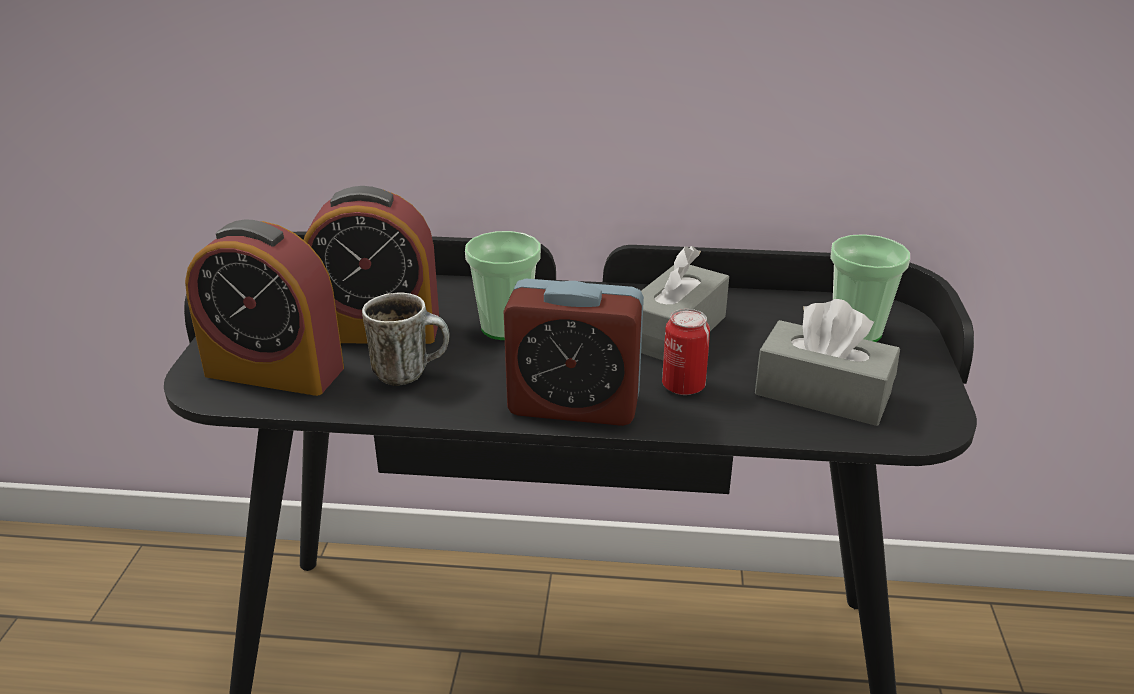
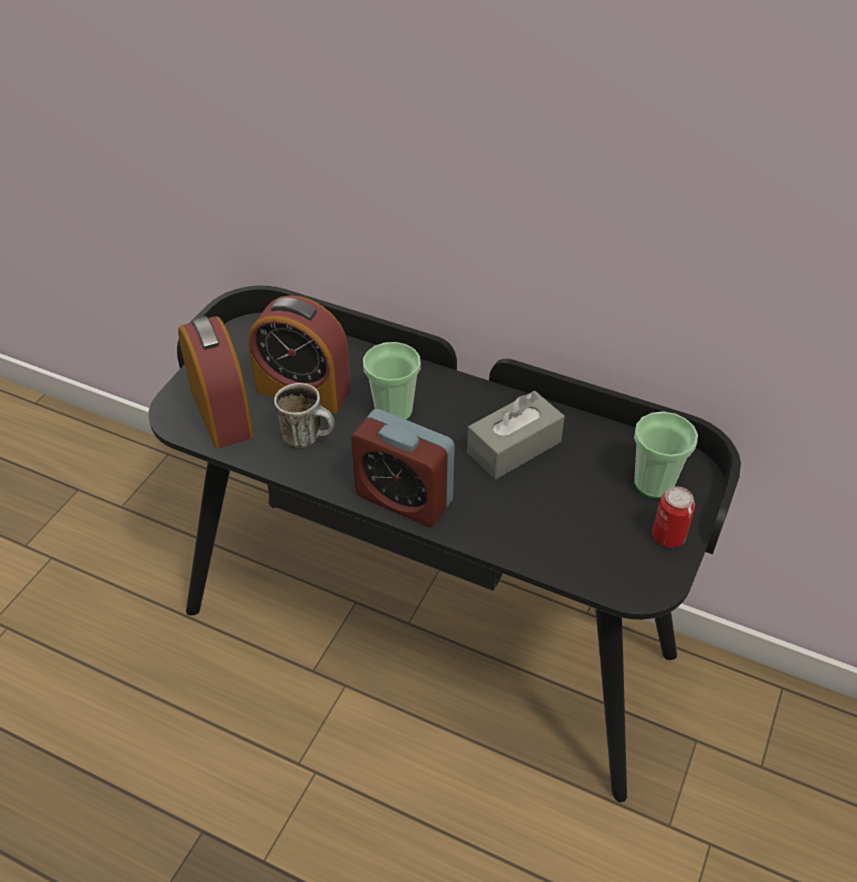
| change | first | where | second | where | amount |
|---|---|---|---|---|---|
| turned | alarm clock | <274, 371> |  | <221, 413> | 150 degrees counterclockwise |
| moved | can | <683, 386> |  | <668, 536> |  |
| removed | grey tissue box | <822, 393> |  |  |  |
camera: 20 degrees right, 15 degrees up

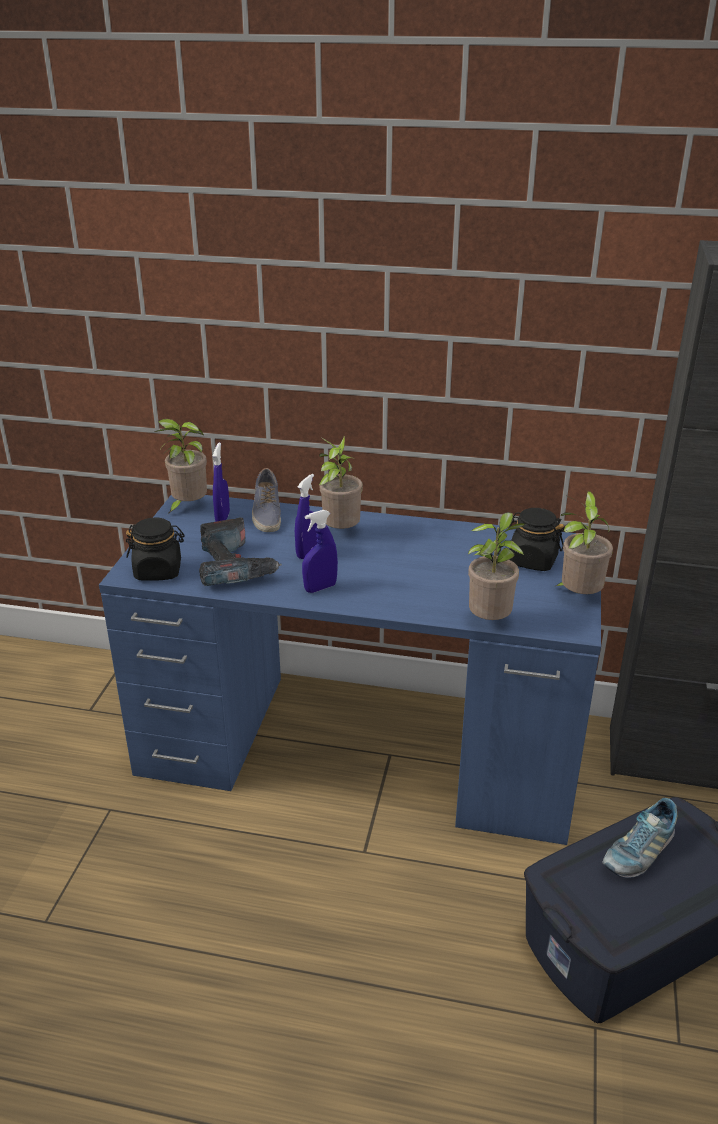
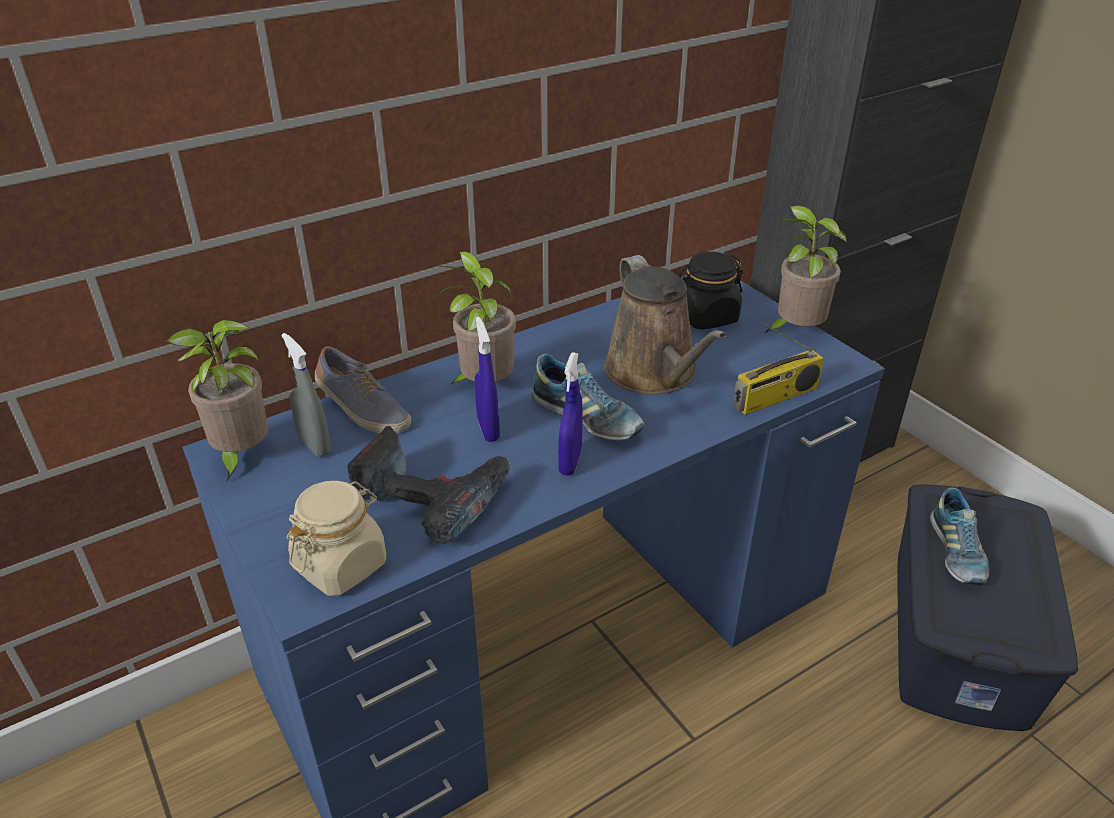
| change | first | where | second | where | amount |
|---|---|---|---|---|---|
| recoloured | blue spray bottle | <222, 518> | grey spray bottle | <314, 445> |  |
| recoloured | black jar | <158, 571> | beige jar | <341, 565> |  |
| added |  |  | shoe | <586, 418> |  |
| added |  |  | brown watering can | <654, 373> |  |
| replaced | potted plant | <490, 621> | radio | <775, 398> |  |
camera: 45 degrees left, 5 degrees up

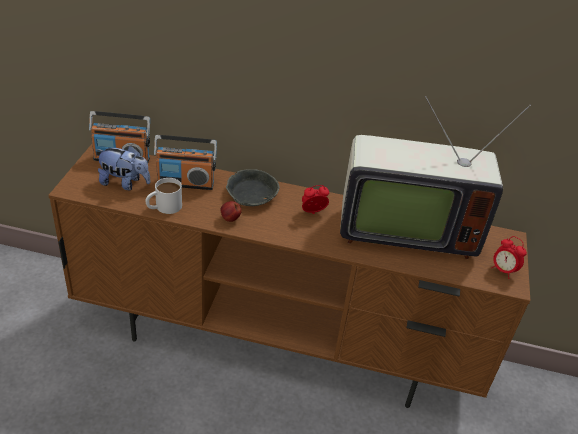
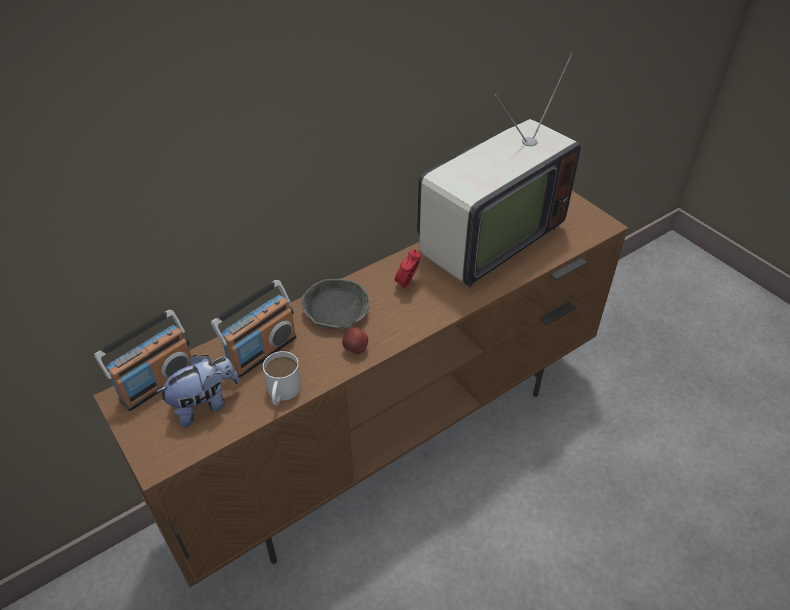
| change | first | where | second | where | amount |
|---|---|---|---|---|---|
| removed | alarm clock | <503, 270> |  |  |  |
camera: 45 degrees left, 5 degrees up

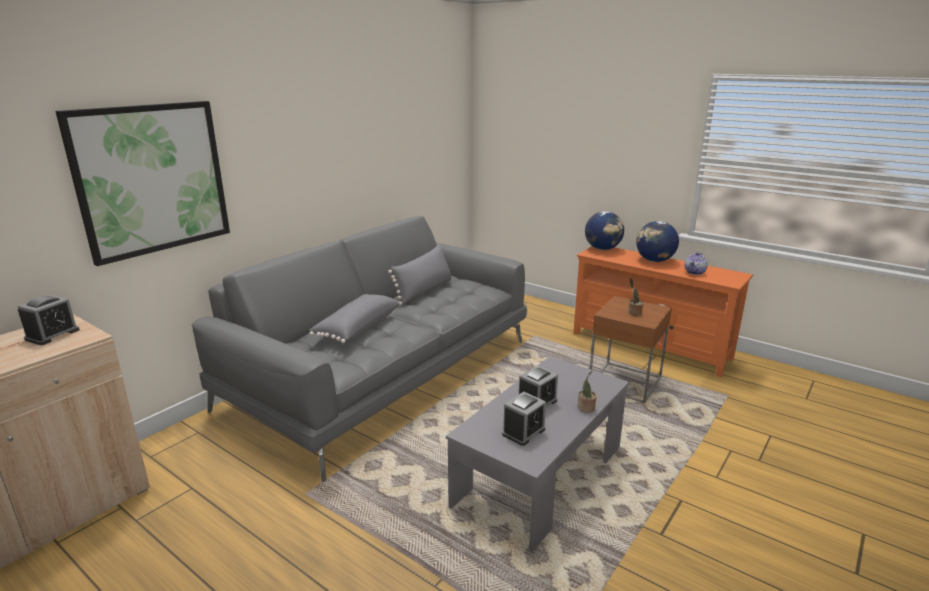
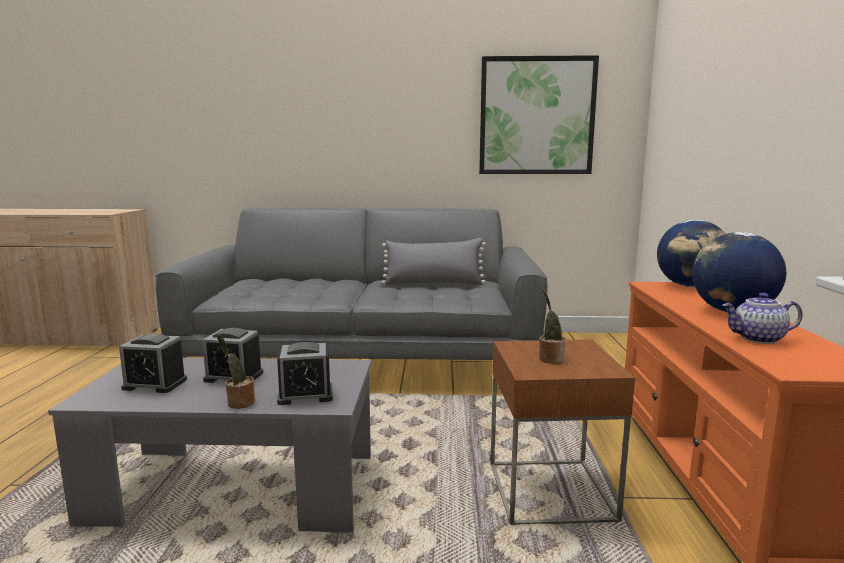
| change | first | where | second | where | amount |
|---|---|---|---|---|---|
| moved | alarm clock | <52, 334> |  | <305, 395> |  |
| moved | picture | <152, 179> |  | <536, 116> |  |
| removed | grey pillow | <356, 328> |  |  |  |
camera: 55 degrees right, 10 degrees down

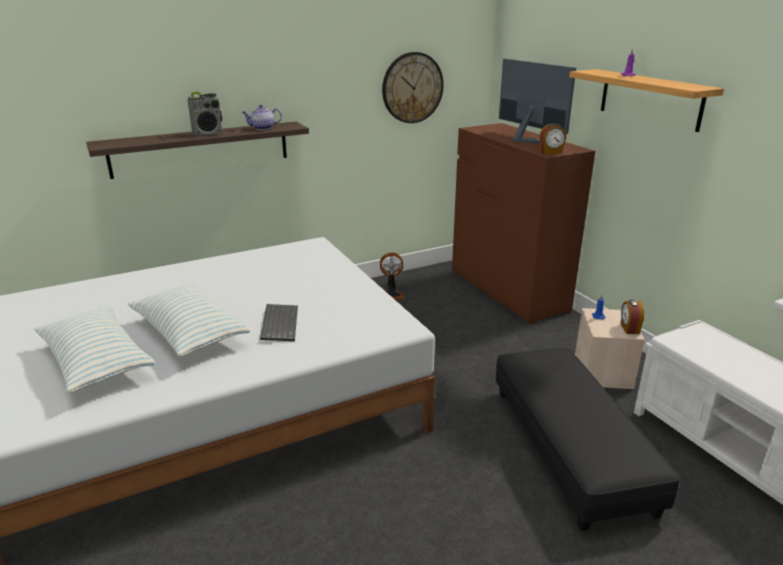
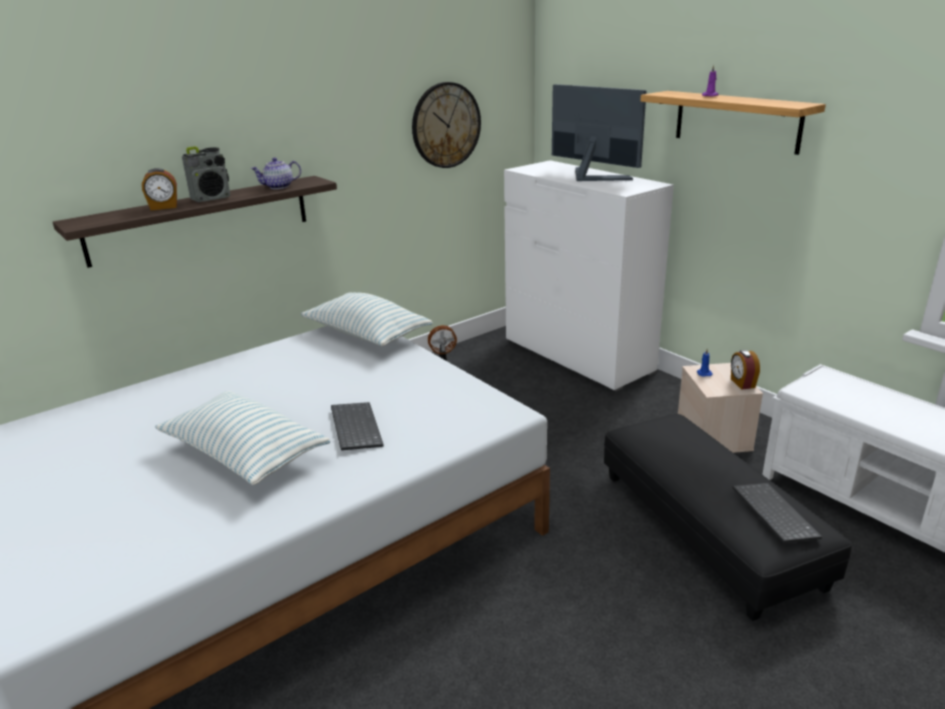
| change | first | where | second | where | amount |
|---|---|---|---|---|---|
| moved | alarm clock | <551, 152> |  | <164, 207> |  |
| moved | pillow | <96, 362> |  | <366, 334> |  |
| recoloured | brown dresser | <507, 290> | white dresser | <577, 356> |  |
| added |  |  | keyboard | <772, 513> |  |
camera: 10 degrees left, 0 degrees up

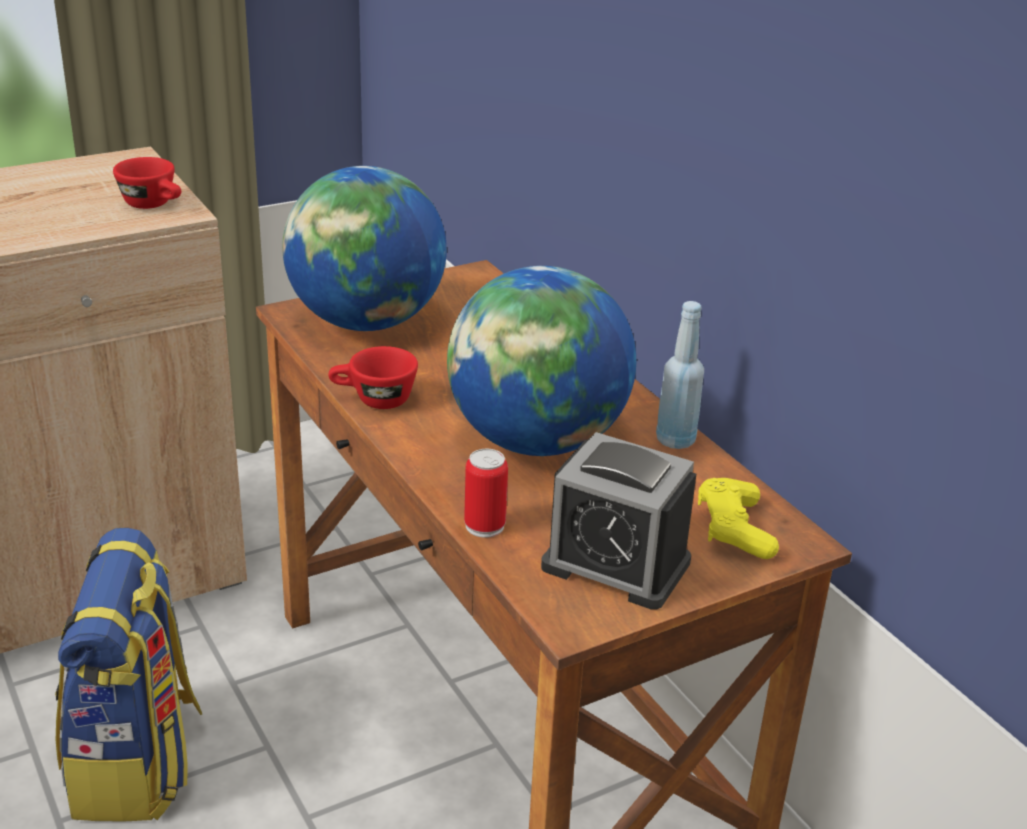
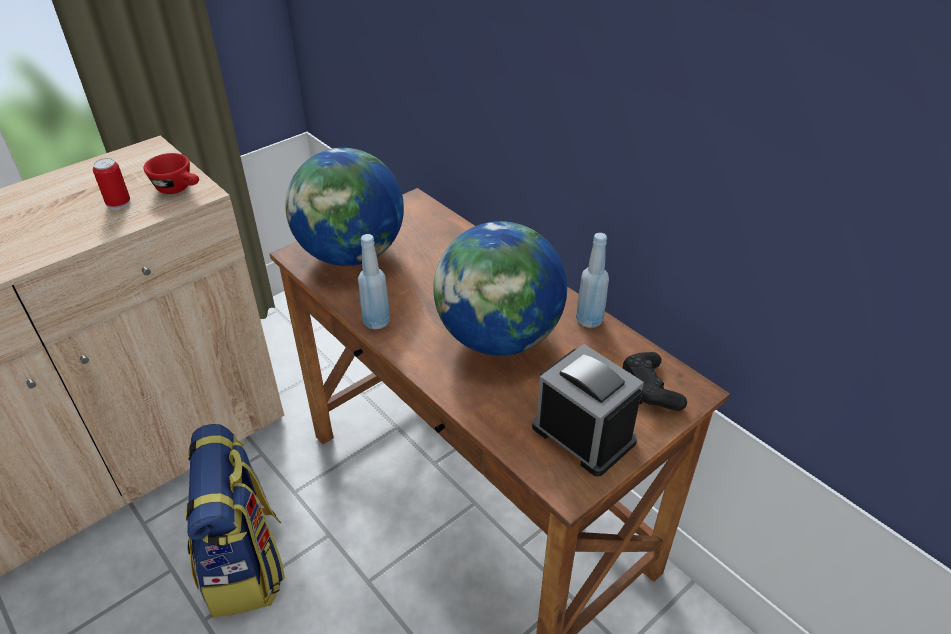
| change | first | where | second | where | amount |
|---|---|---|---|---|---|
| moved | can | <484, 525> |  | <118, 203> |  |
| replaced | red cup | <373, 400> | blue bottle | <376, 321> |  |
| turned | alarm clock | <615, 565> |  | <583, 434> | 150 degrees counterclockwise |
| recoloured | yellow game controller | <734, 529> | black game controller | <650, 389> |  |
camera: 10 degrees left, 10 degrees up

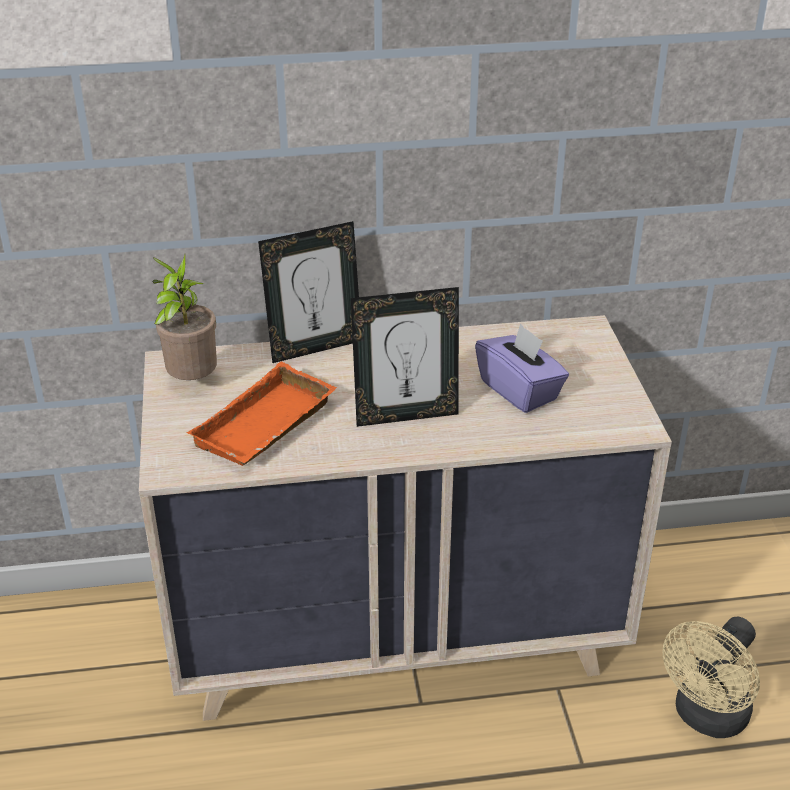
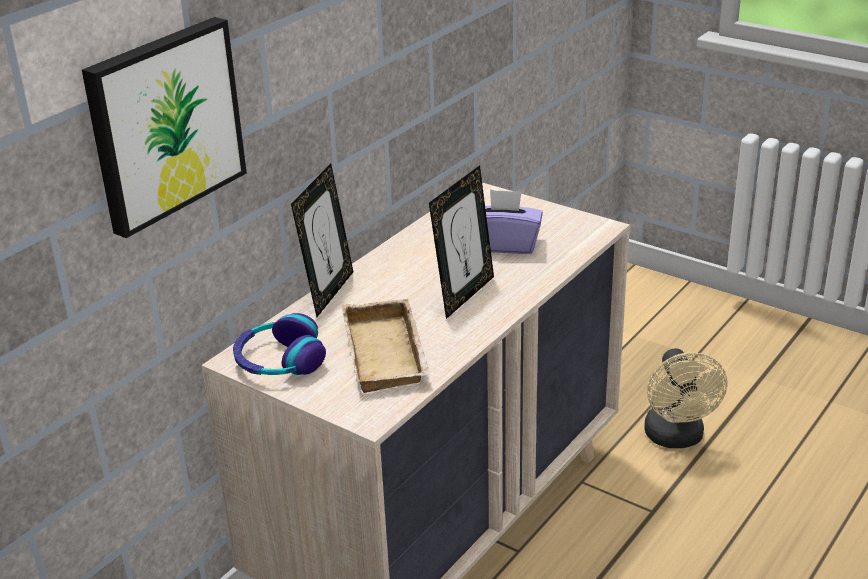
| change | first | where | second | where | amount |
|---|---|---|---|---|---|
| added |  |  | picture | <164, 123> |  |
| replaced | potted plant | <191, 382> | headphones | <279, 361> |  |
| recoloured | orange tray | <266, 427> | beige tray | <389, 354> |  |
camera: 45 degrees left, 5 degrees down

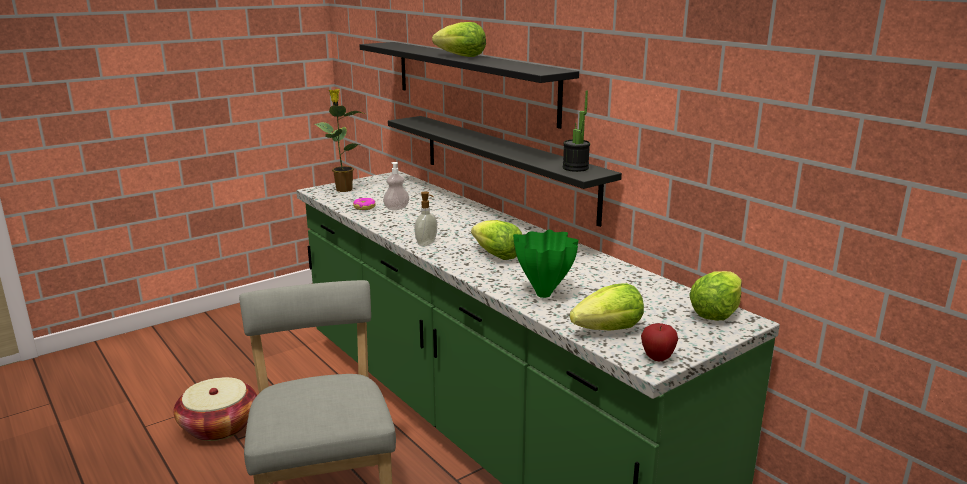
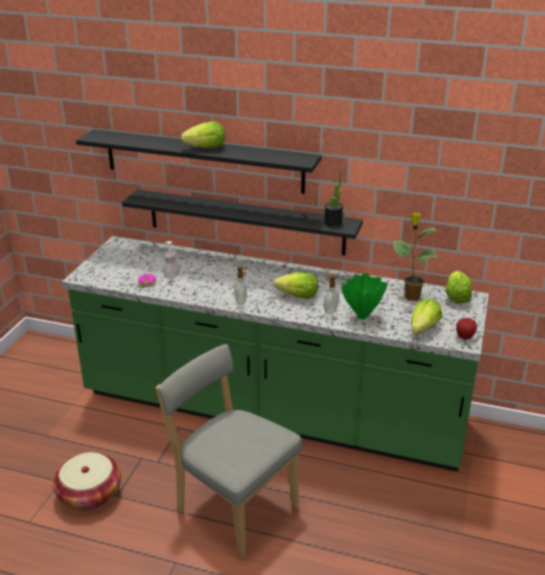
| change | first | where | second | where | amount |
|---|---|---|---|---|---|
| added |  |  | soap dispenser | <330, 311> |  |
| moved | potted plant | <343, 189> |  | <411, 297> |  |
camera: 35 degrees left, 10 degrees up

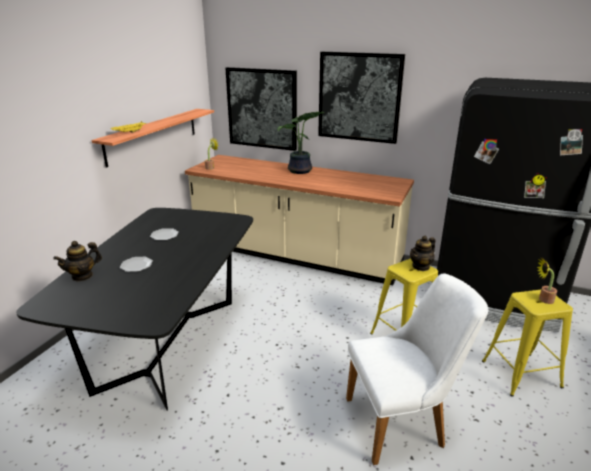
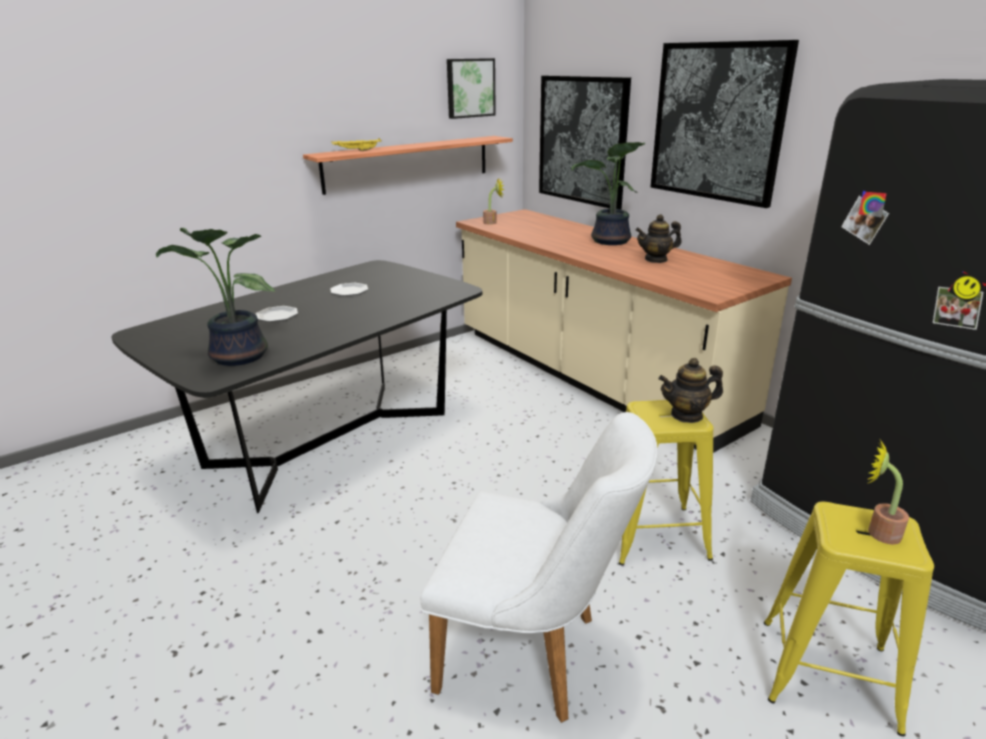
| change | first | where | second | where | amount |
|---|---|---|---|---|---|
| added |  |  | potted plant | <236, 357> |  |
| added |  |  | picture | <470, 88> |  |
| moved | teapot | <82, 276> |  | <656, 259> |  |
camera: 30 degrees right, 0 degrees up

